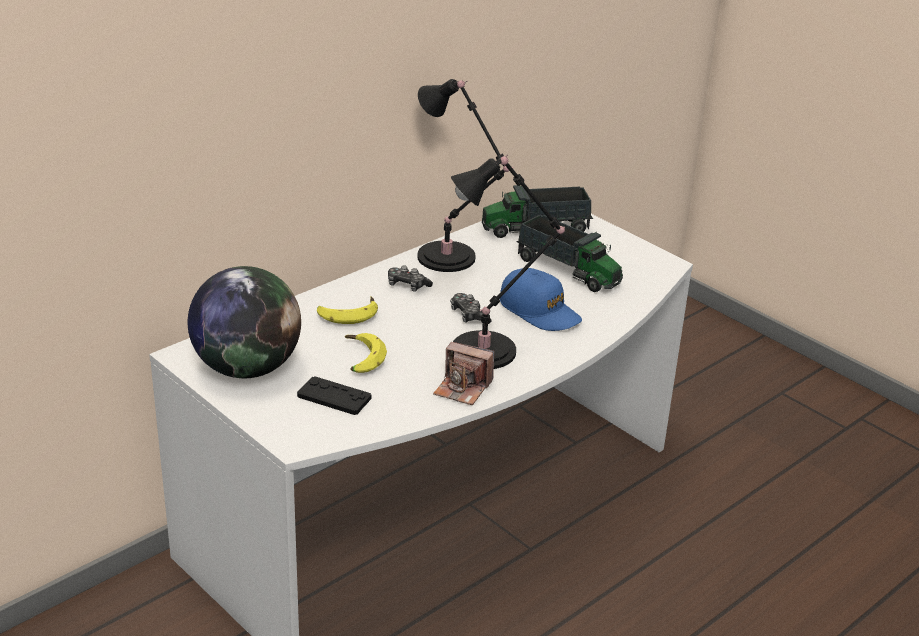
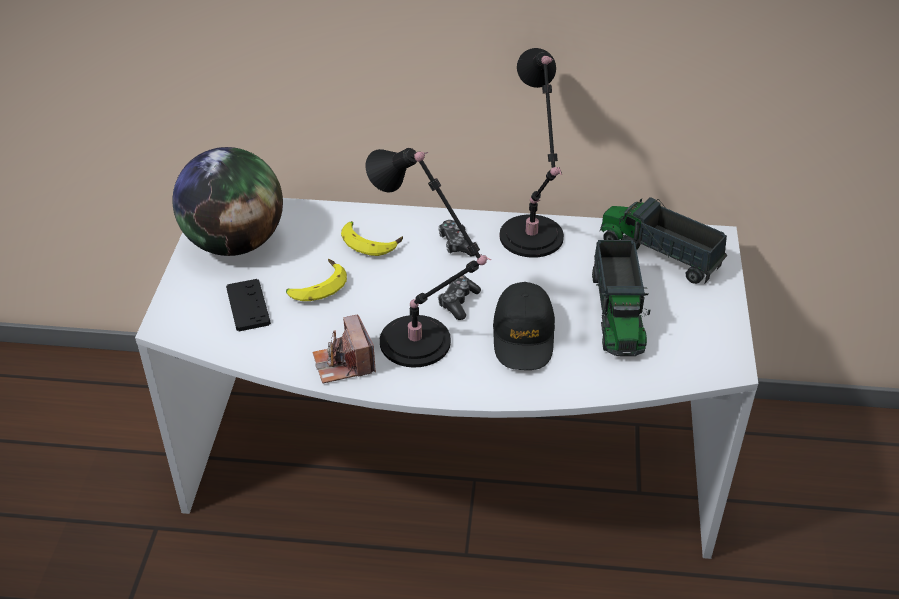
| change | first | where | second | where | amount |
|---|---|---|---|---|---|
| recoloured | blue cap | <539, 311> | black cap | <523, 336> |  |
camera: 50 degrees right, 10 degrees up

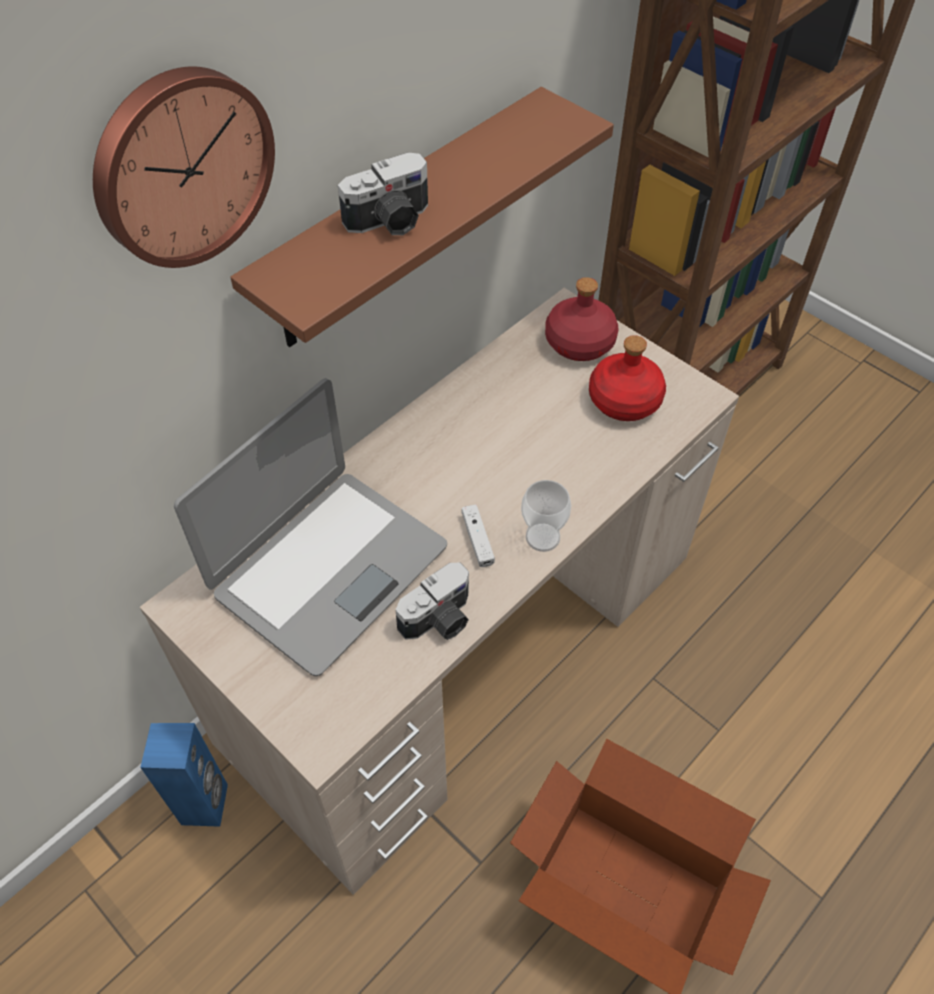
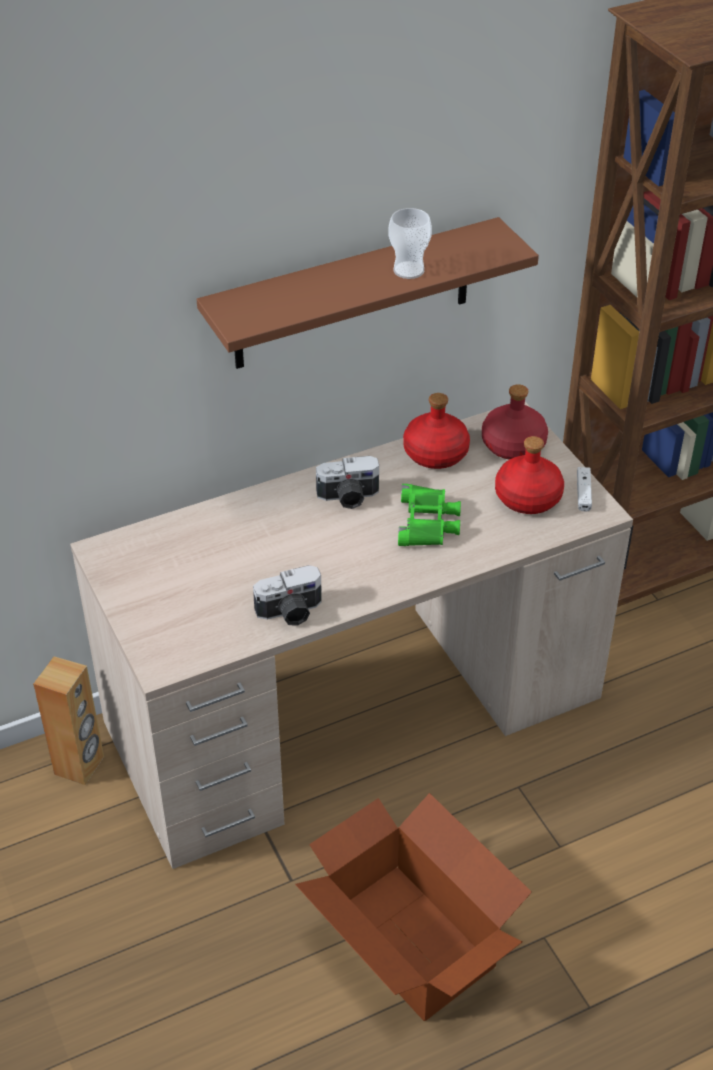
| change | first | where | second | where | amount |
|---|---|---|---|---|---|
| recoloured | blue speaker | <205, 804> | brown speaker | <80, 765> |  |
| moved | photo camera | <391, 222> |  | <348, 497> |  |
| moved | cup | <542, 537> |  | <408, 270> |  |
| added |  |  | green binoculars | <428, 522> |  |
| added |  |  | red bottle | <435, 453> |  |
| moved | white game controller | <477, 540> |  | <583, 493> |  |
| removed | wall clock | <181, 166> |  |  |  |
| removed | laptop | <328, 569> |  |  |  |
camera: 20 degrees right, 10 degrees down

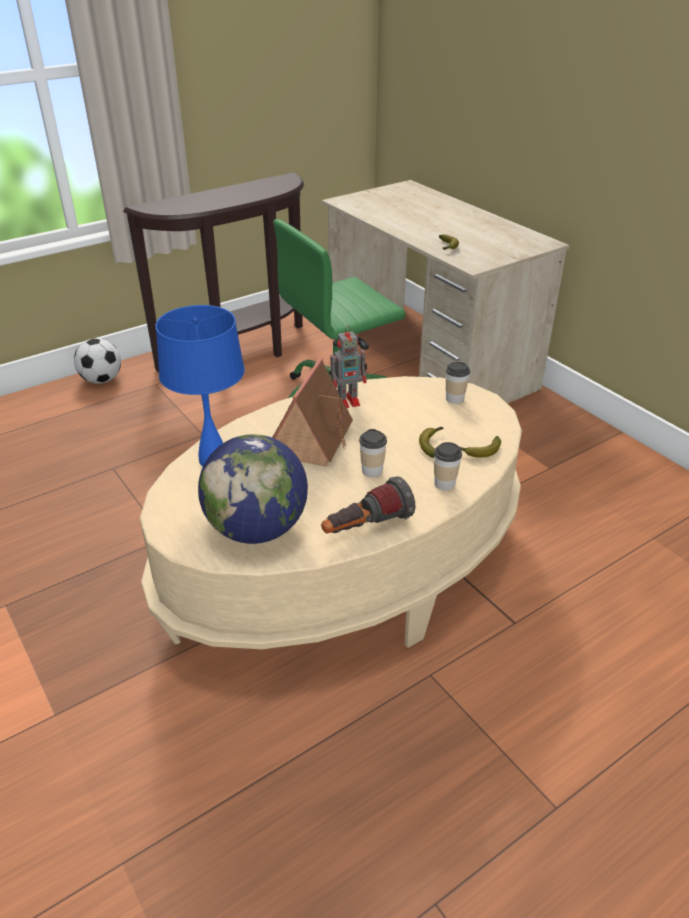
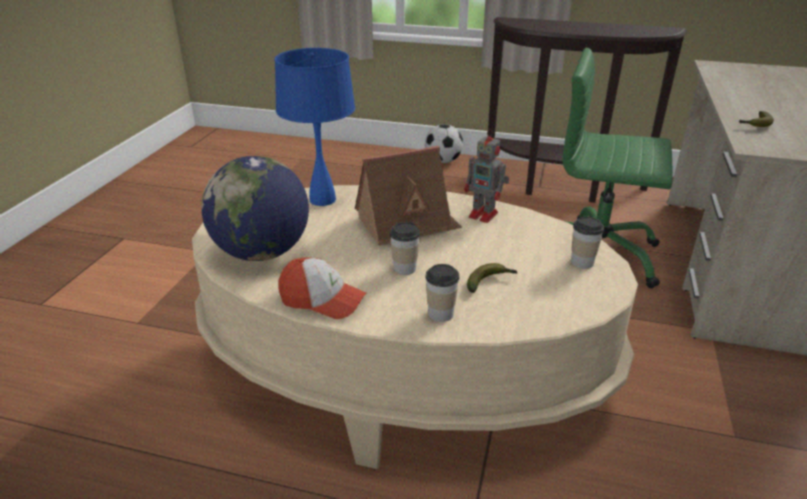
| change | first | where | second | where | amount |
|---|---|---|---|---|---|
| replaced | flashlight | <366, 528> | cap | <322, 300> |  |
| removed | banana | <479, 452> |  |  |  |
camera: 50 degrees right, 5 degrees down

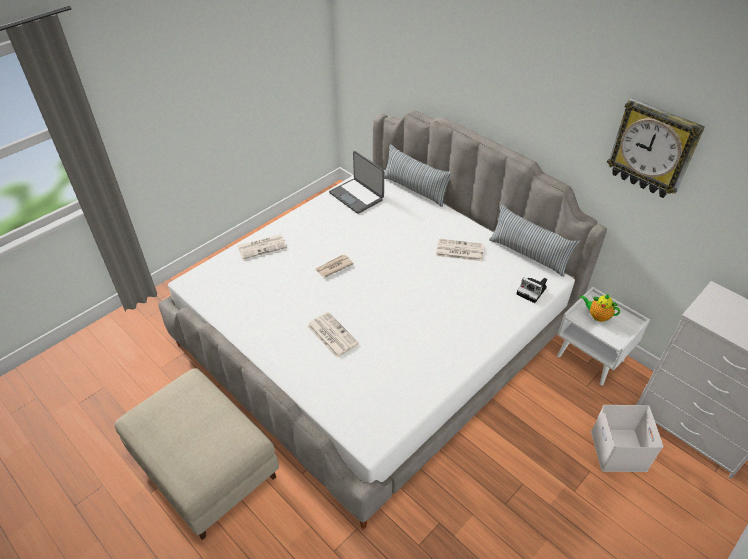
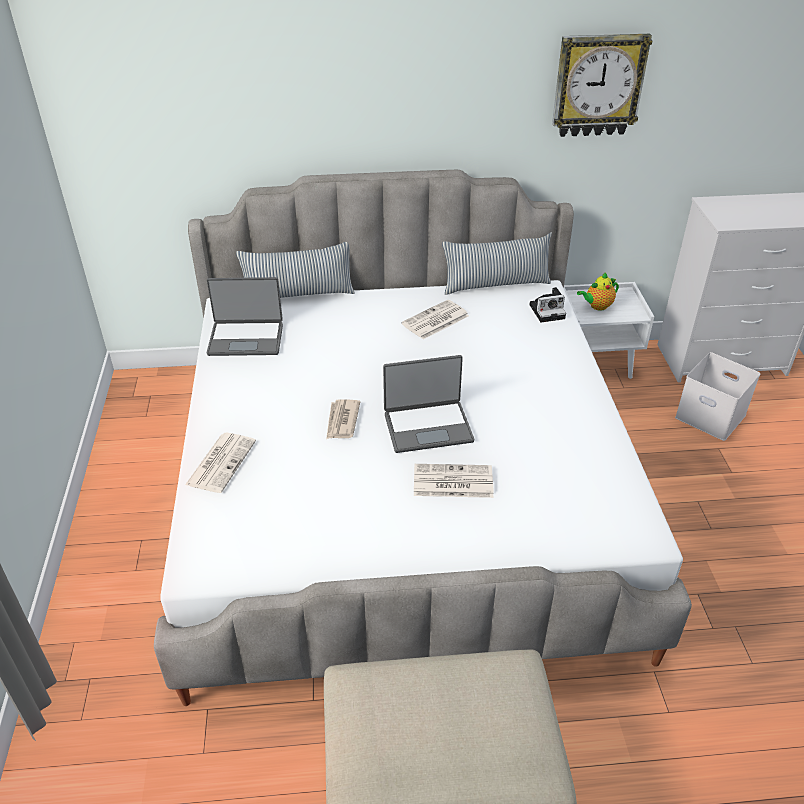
| change | first | where | second | where | amount |
|---|---|---|---|---|---|
| added |  |  | laptop | <428, 426> |  |
camera: 50 degrees left, 5 degrees down

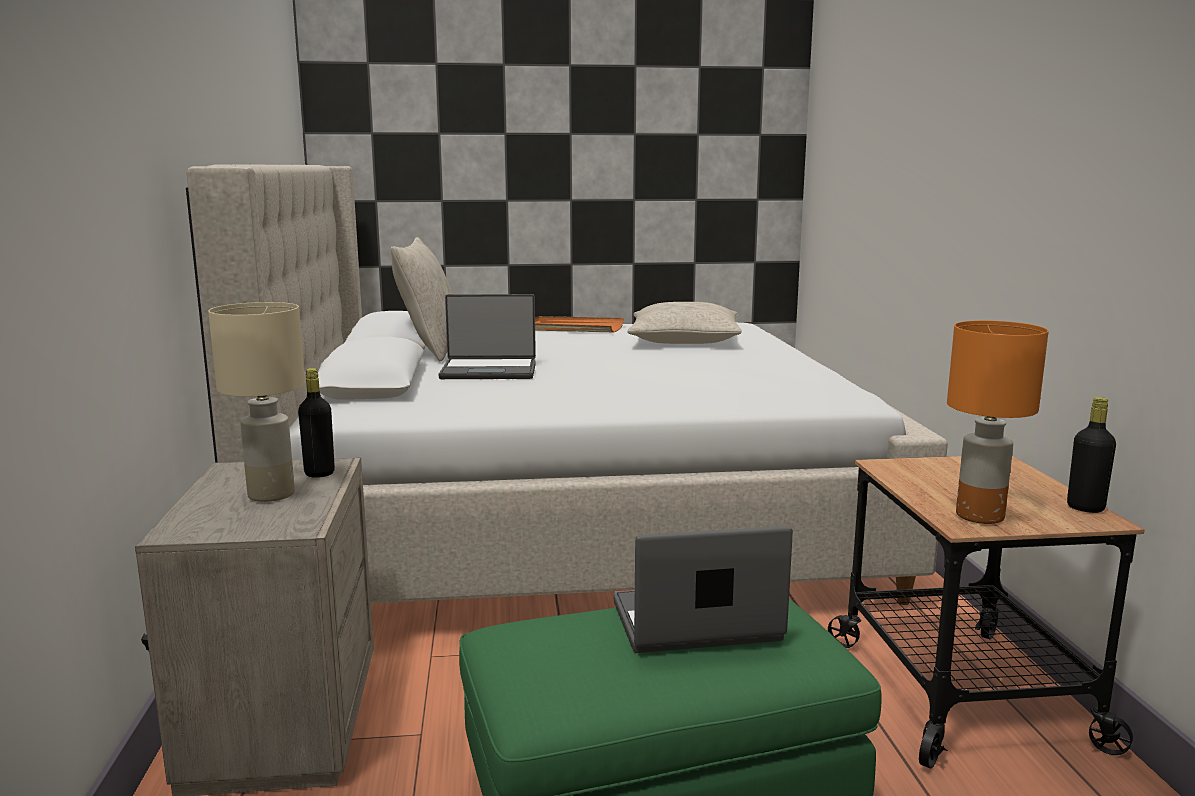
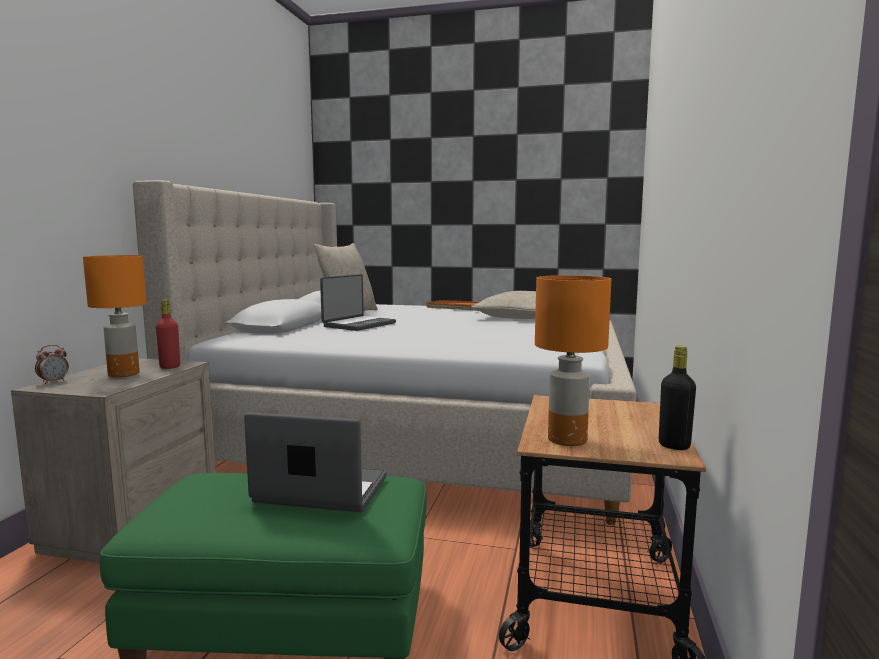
| change | first | where | second | where | amount |
|---|---|---|---|---|---|
| added |  |  | alarm clock | <53, 382> |  |
| recoloured | beige table lamp | <270, 495> | orange table lamp | <123, 374> |  |
| recoloured | black bottle | <319, 473> | red bottle | <170, 367> |  |
| turned | laptop | <489, 371> |  | <358, 325> | 75 degrees counterclockwise |
camera: 20 degrees right, 5 degrees down

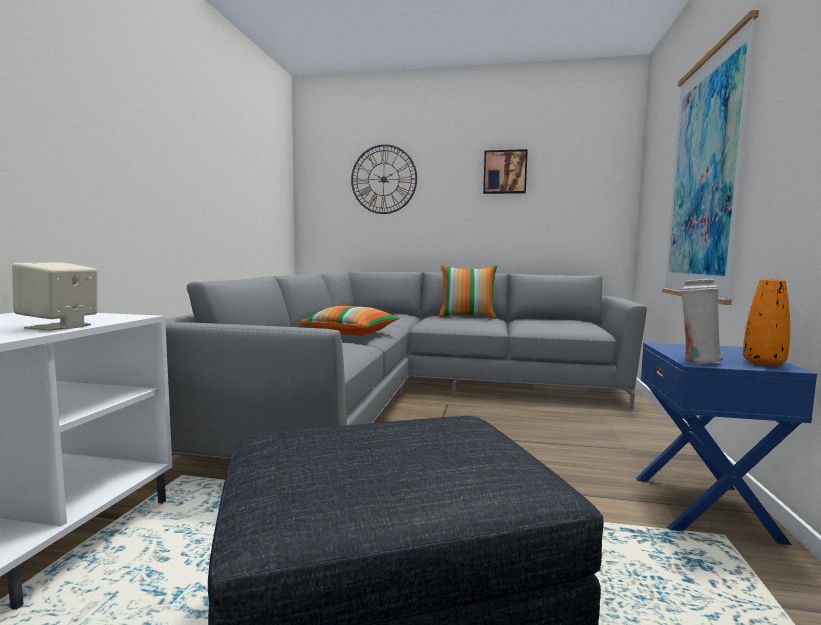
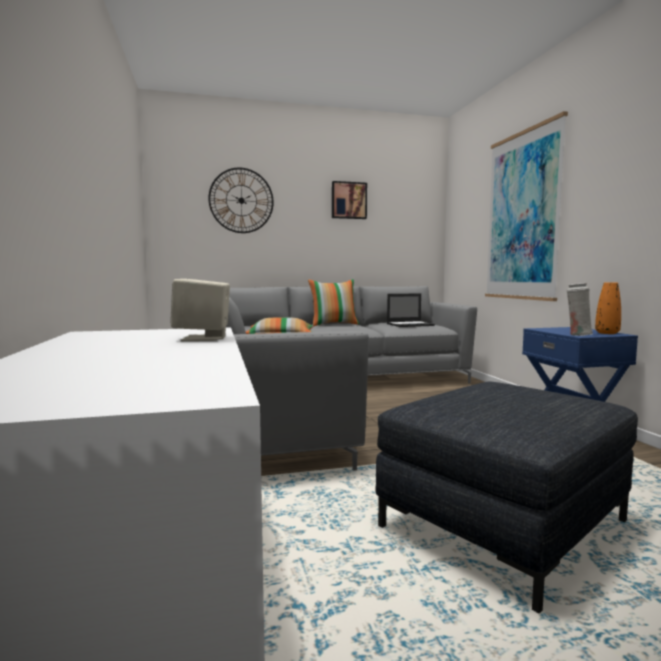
| change | first | where | second | where | amount |
|---|---|---|---|---|---|
| added |  |  | laptop | <410, 324> |  |
camera: 25 degrees left, 0 degrees up

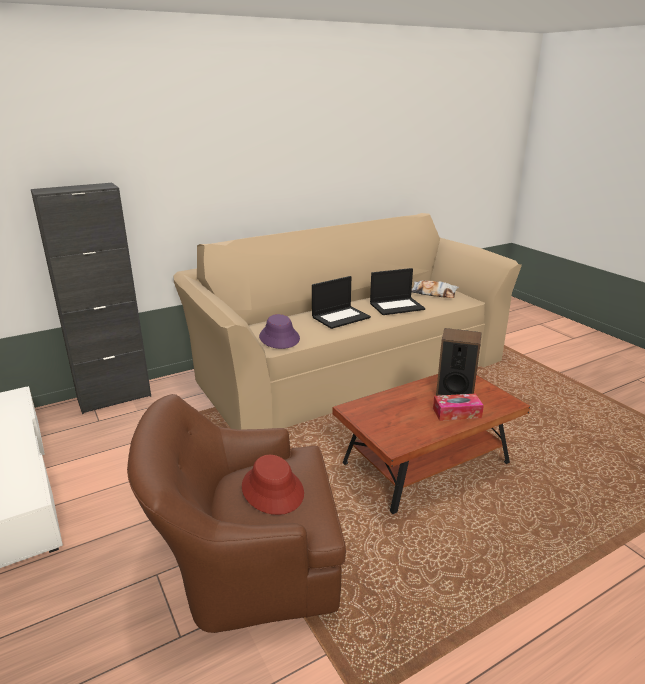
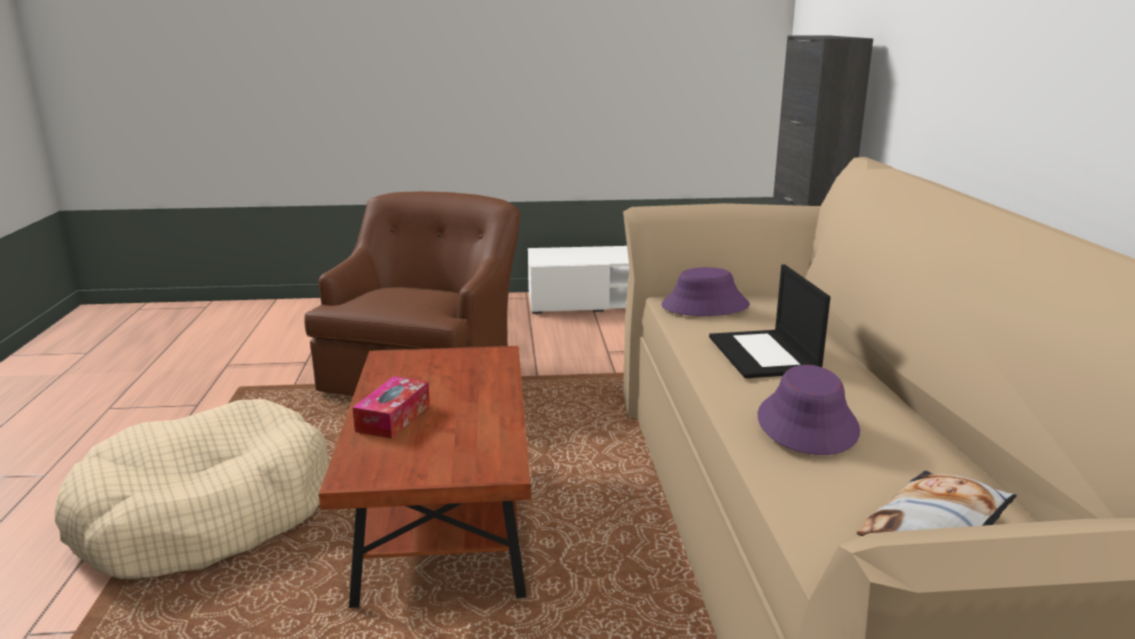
| change | first | where | second | where | amount |
|---|---|---|---|---|---|
| added |  |  | beige dog bed | <206, 514> |  |
| replaced | laptop | <397, 306> | purple hat | <808, 424> |  |
| removed | red hat | <273, 490> |  |  |  |
| removed | speaker | <455, 391> |  |  |  |
camera: 115 degrees right, 5 degrees down

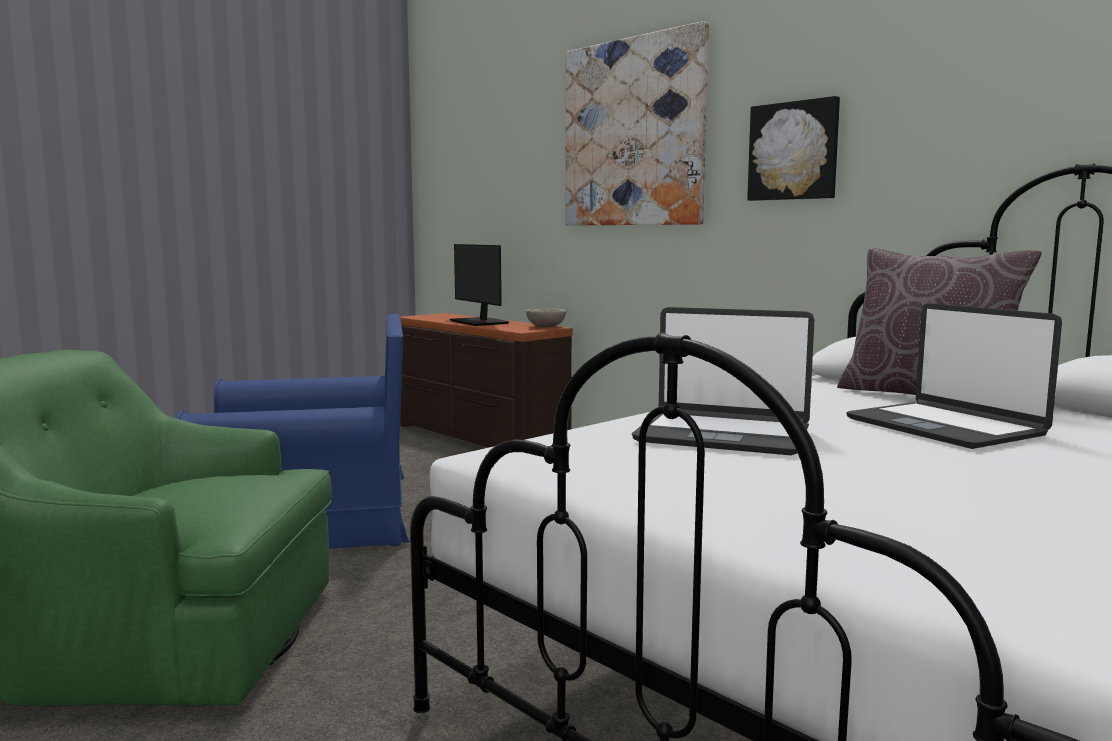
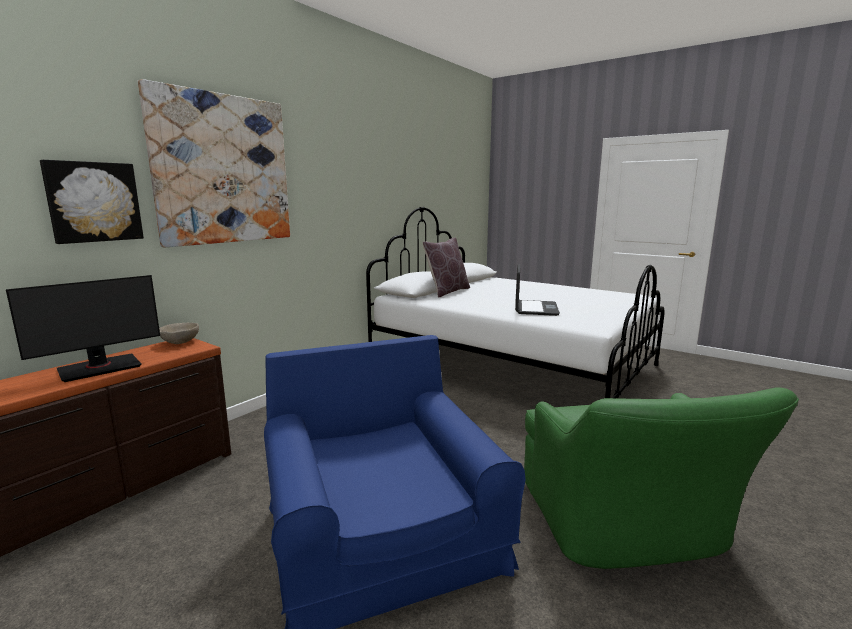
| change | first | where | second | where | amount |
|---|---|---|---|---|---|
| moved | picture | <794, 151> |  | <94, 202> |  |
| removed | laptop | <945, 427> |  |  |  |
camera: 100 degrees left, 5 degrees up

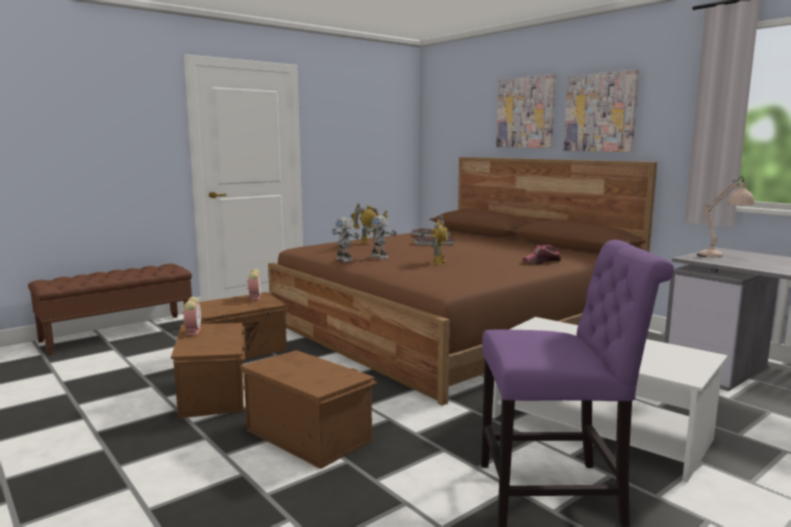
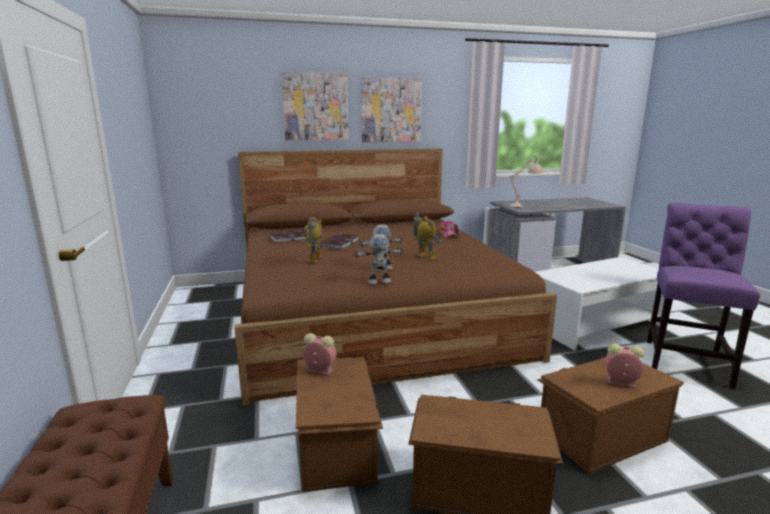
| change | first | where | second | where | amount |
|---|---|---|---|---|---|
| moved | alarm clock | <193, 331> |  | <619, 382> |  |
camera: 65 degrees left, 5 degrees up

